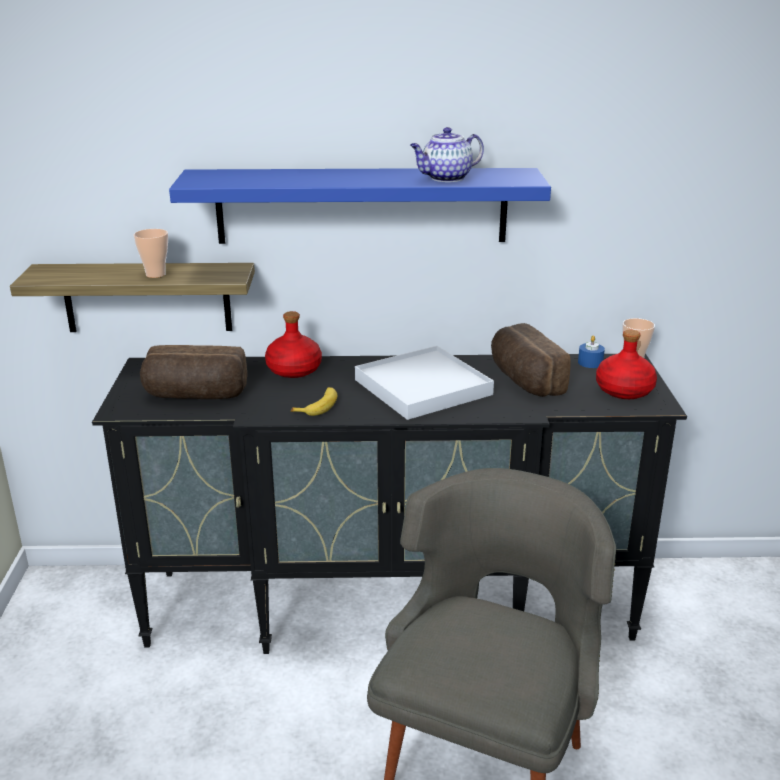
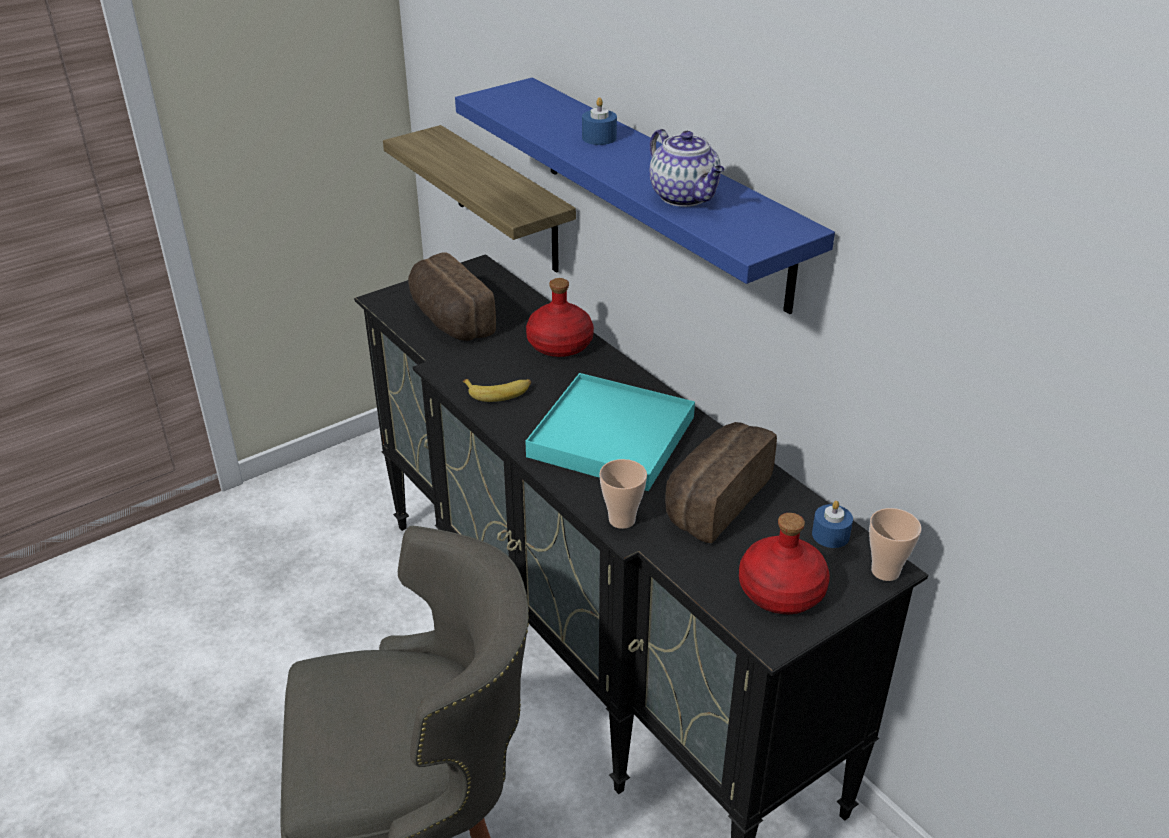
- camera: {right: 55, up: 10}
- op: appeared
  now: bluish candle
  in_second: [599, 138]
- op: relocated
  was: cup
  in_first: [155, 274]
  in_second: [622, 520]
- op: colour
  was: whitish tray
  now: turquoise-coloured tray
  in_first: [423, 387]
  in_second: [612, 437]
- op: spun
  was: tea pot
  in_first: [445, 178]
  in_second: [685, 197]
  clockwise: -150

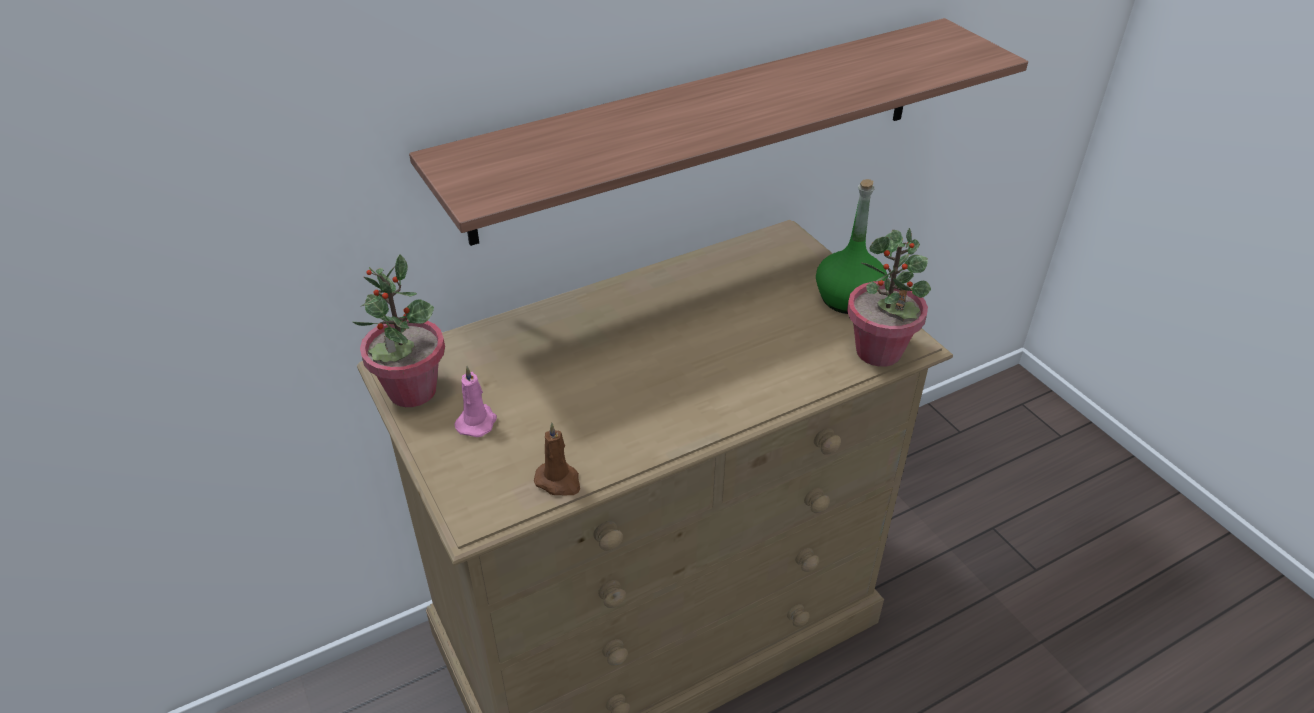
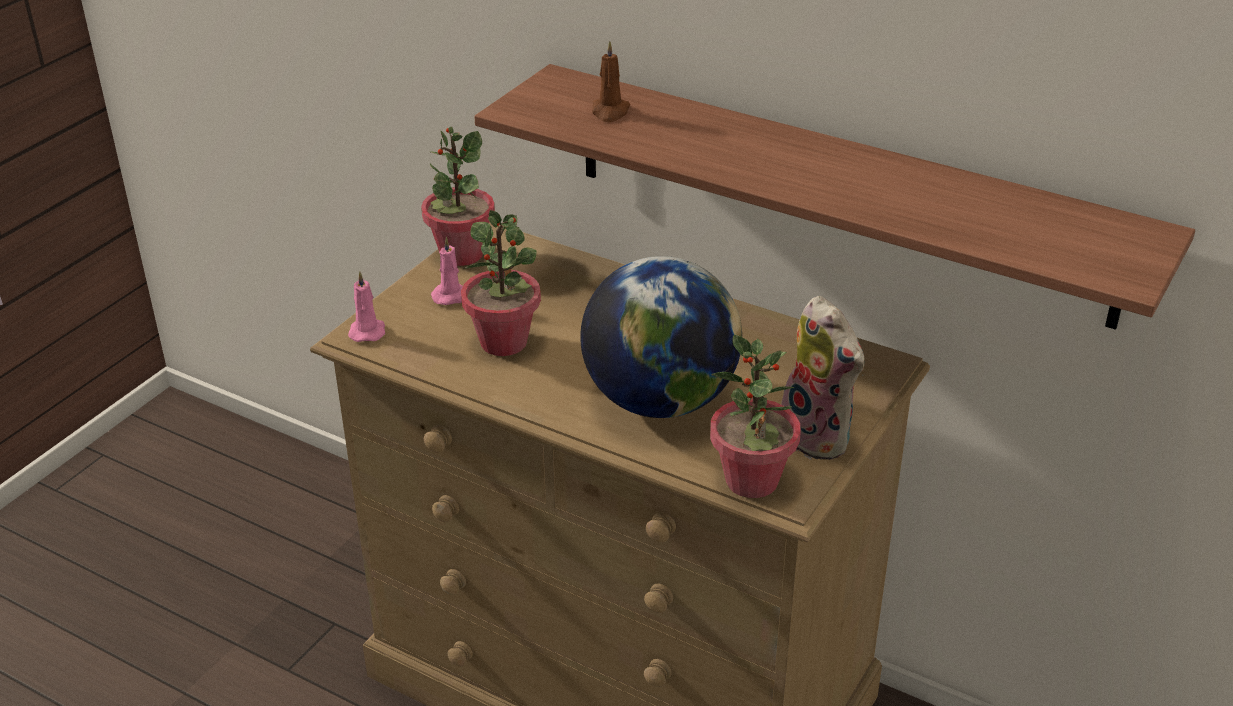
- camera: {right: 60, up: -5}
- op: appeared
  now: pinkish candle
  in_second: [367, 331]
- op: appeared
  now: plant in a pot
  in_second: [504, 342]
- op: appeared
  now: world globe
  in_second: [660, 400]
- op: relocated
  was: brownish candle
  in_first: [559, 481]
  in_second: [610, 112]
- op: exchanged
  was: green-coloured drink bottle
  now: cuddly toy
  in_first: [848, 299]
  in_second: [820, 436]

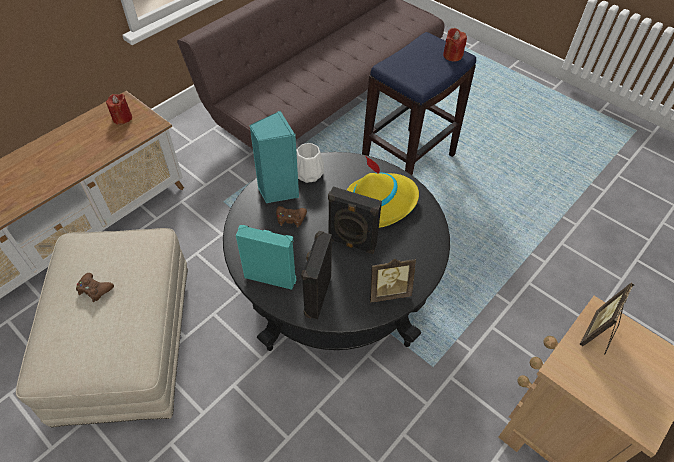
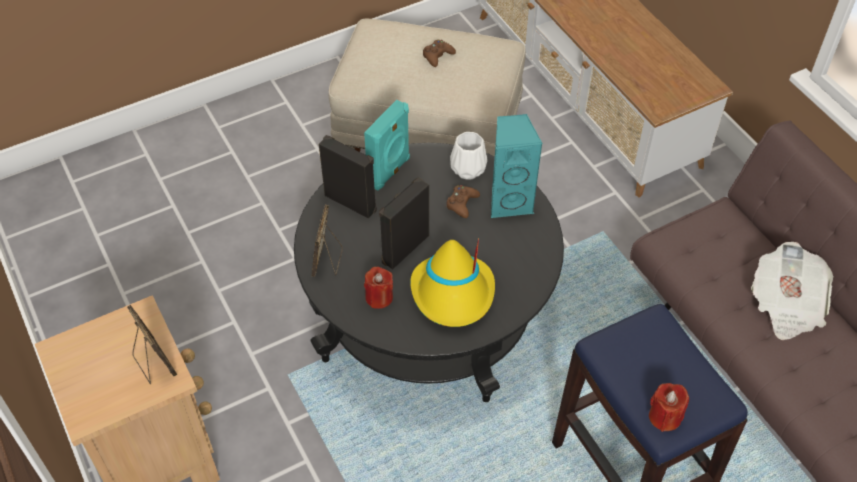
- camera: {right: 110, up: 0}
- op: appeared
  now: newspaper
  in_second: [786, 305]
- op: relocated
  was: red-coloured candle
  in_first: [122, 118]
  in_second: [379, 297]
- op: relocated
  was: whitish flower vase
  in_first: [309, 173]
  in_second: [469, 169]

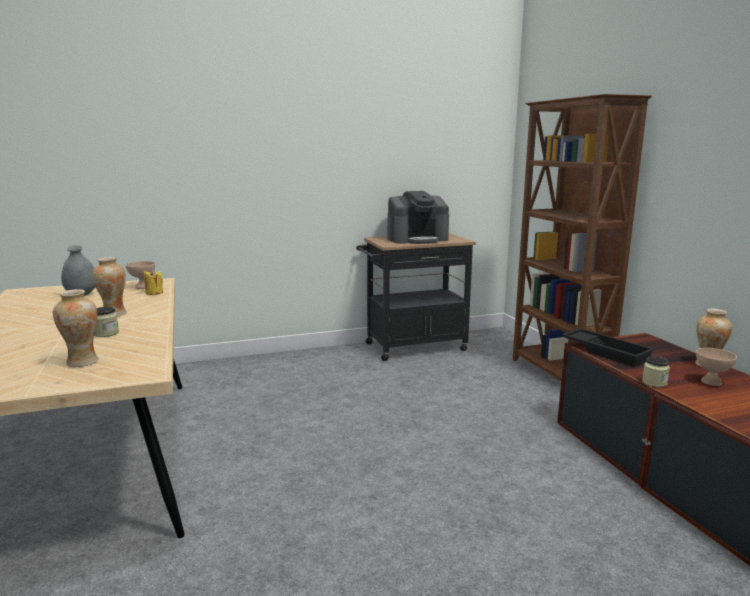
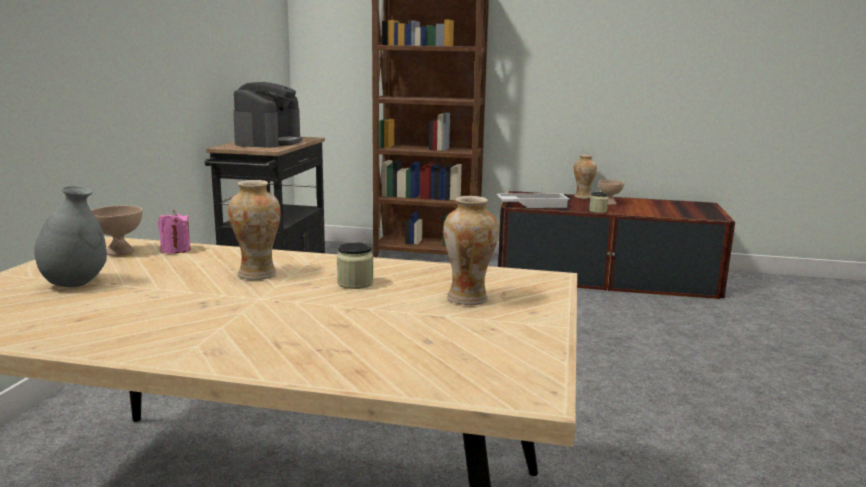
- camera: {right: -60, up: 0}
- op: colour
  was: yellow candle
  now: pinkish candle
  in_first: [154, 293]
  in_second: [175, 250]
- op: colour
  was: black tray
  now: whitish tray
  in_first: [606, 351]
  in_second: [532, 205]

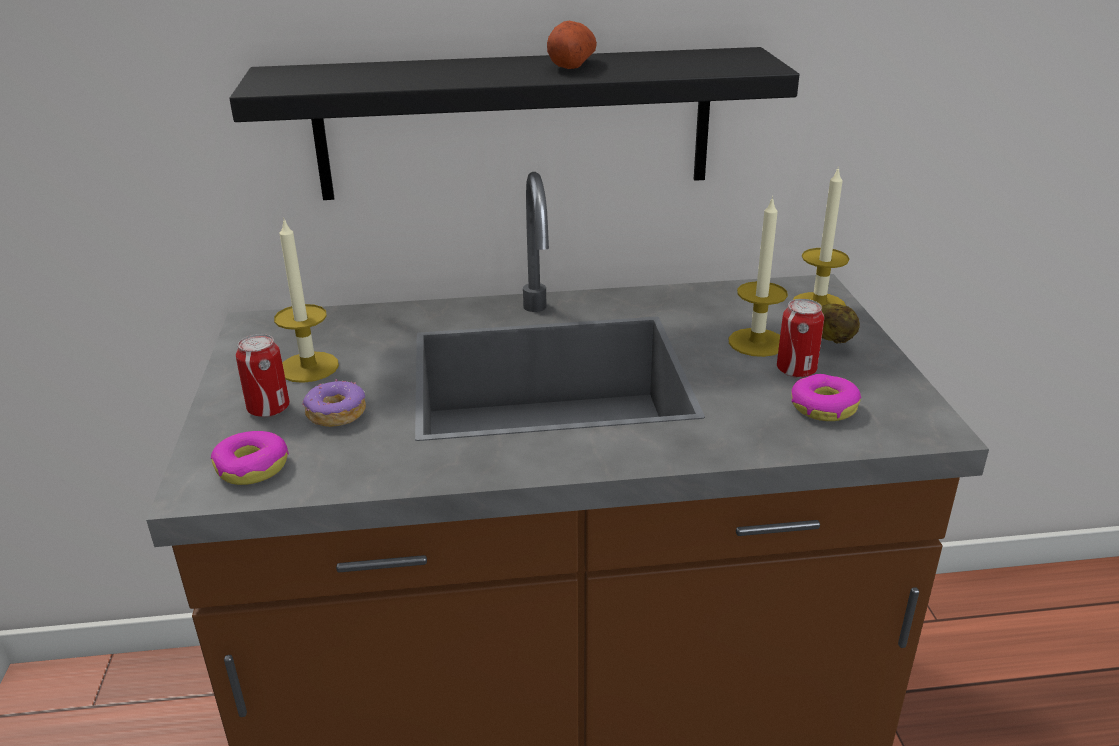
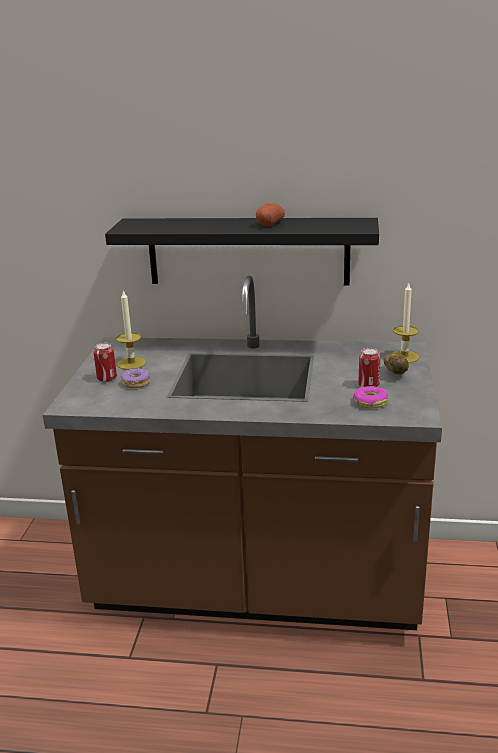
- camera: {right: 15, up: -5}
- op: missing
  was: ring doughnut
  in_first: [252, 467]
- op: missing
  was: candle
  in_first: [756, 342]

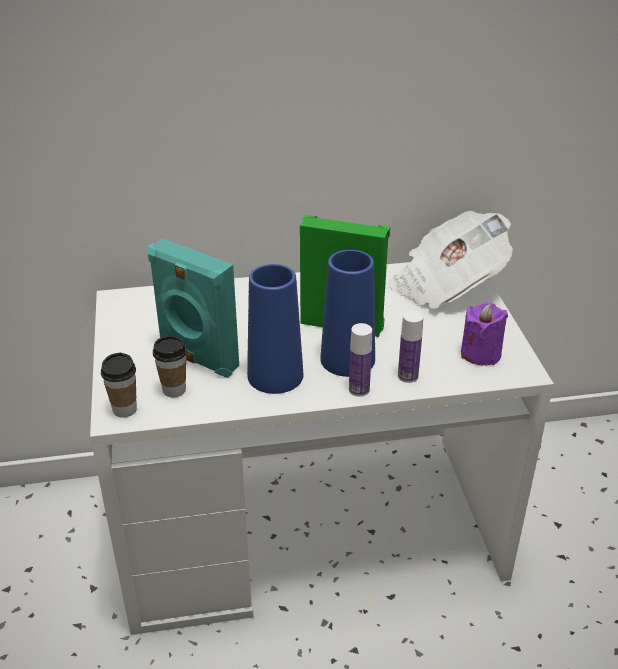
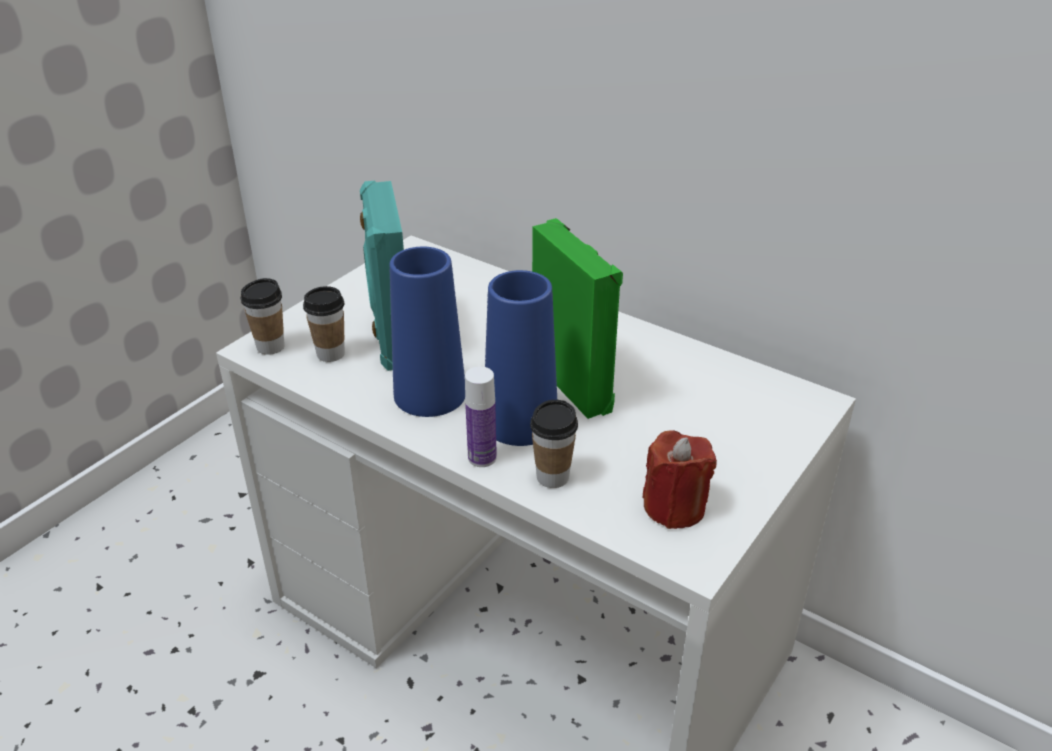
- camera: {right: 45, up: 0}
- op: missing
  was: newspaper
  in_first: [446, 285]
- op: exchanged
  was: drink bottle
  now: cup
  in_first: [407, 376]
  in_second: [552, 477]
- op: colour
  was: purple candle
  now: red-coloured candle
  in_first: [480, 354]
  in_second: [674, 507]

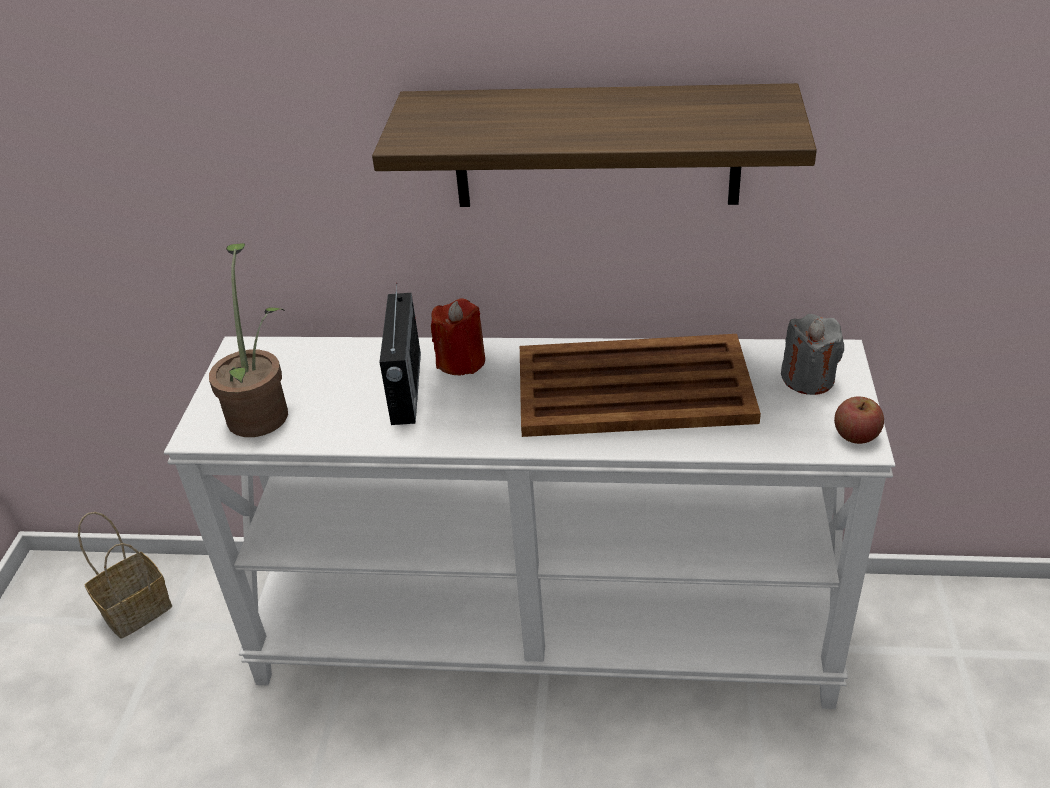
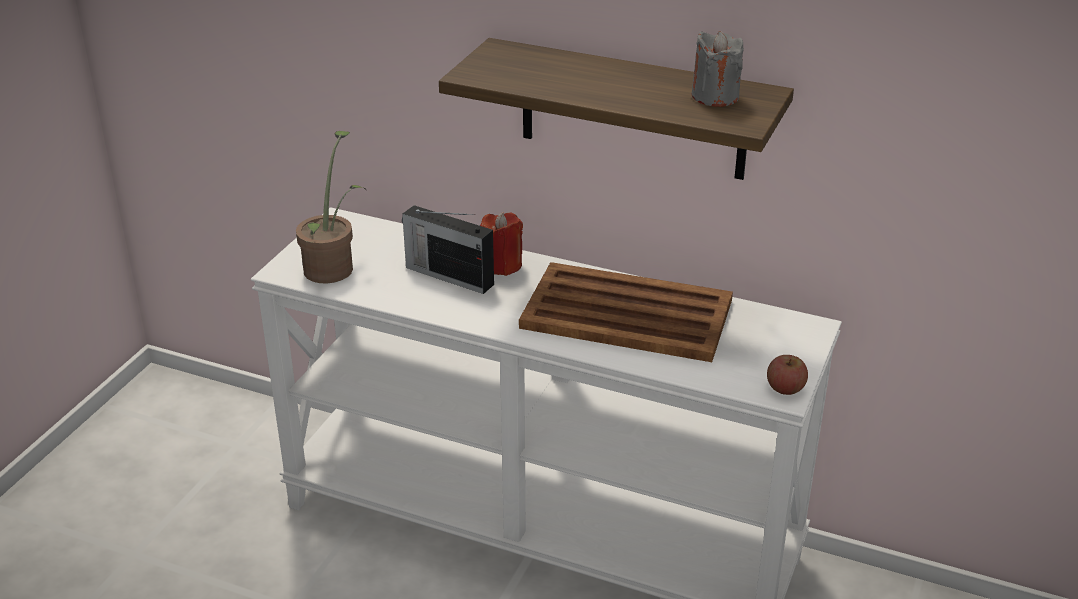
- camera: {right: 15, up: -5}
- op: missing
  was: storage basket
  in_first: [138, 608]
- op: relocated
  was: grey candle
  in_first: [808, 379]
  in_second: [715, 96]
- op: spun
  was: radio receiver
  in_first: [405, 389]
  in_second: [448, 275]
  clockwise: 105

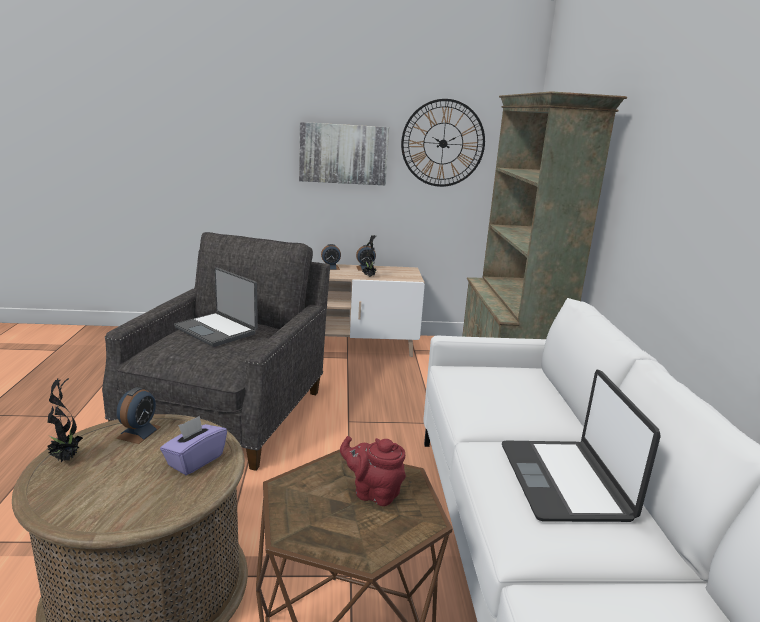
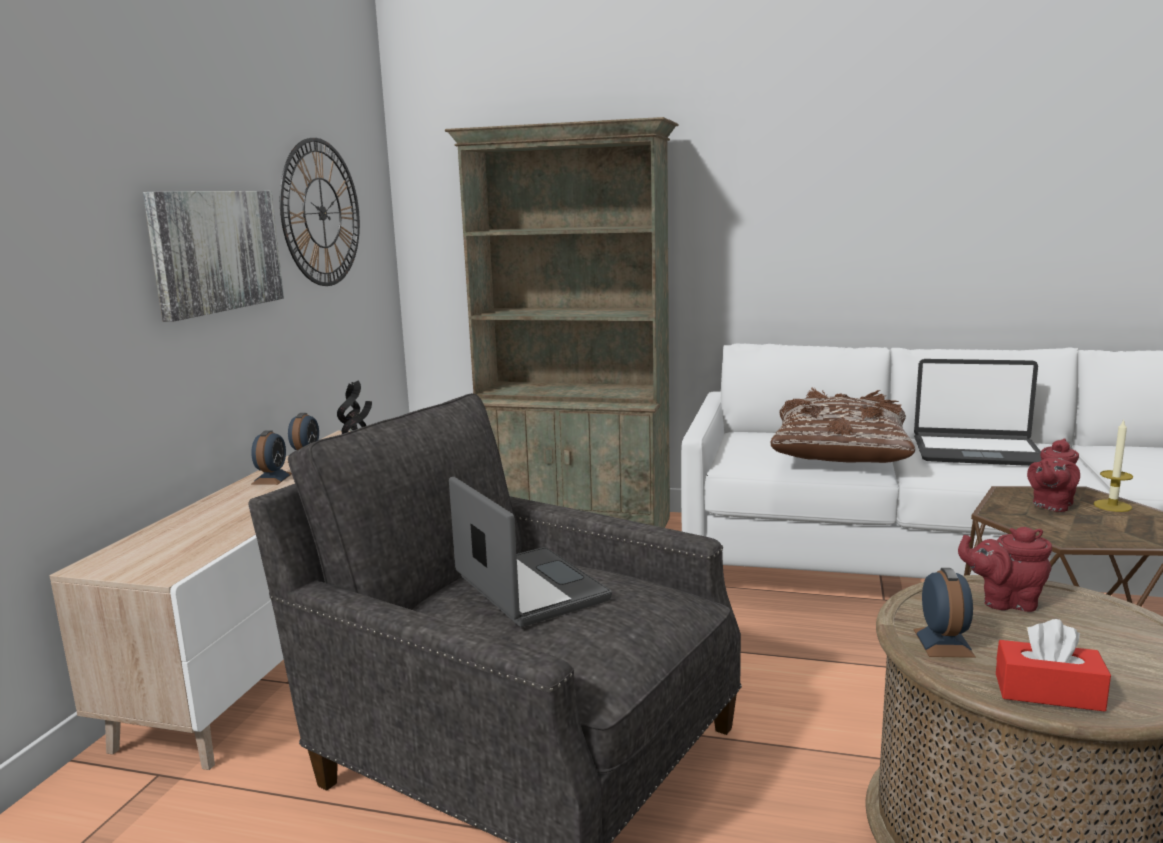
- camera: {right: -70, up: -5}
- op: appeared
  now: brownish cushion
  in_second: [839, 456]
- op: appeared
  now: candle
  in_second: [1112, 506]
- op: exchanged
  was: plant in a pot
  now: red-coloured tissue holder
  in_first: [66, 458]
  in_second: [1048, 692]
- op: exchanged
  was: purple tissue holder
  now: red-coloured tea pot
  in_first: [195, 460]
  in_second: [1004, 602]
- op: spun
  was: table clock
  in_first: [138, 432]
  in_second: [943, 643]
  clockwise: 60
- op: spun
  was: notebook computer
  in_first: [217, 330]
  in_second: [528, 589]
  clockwise: -90

